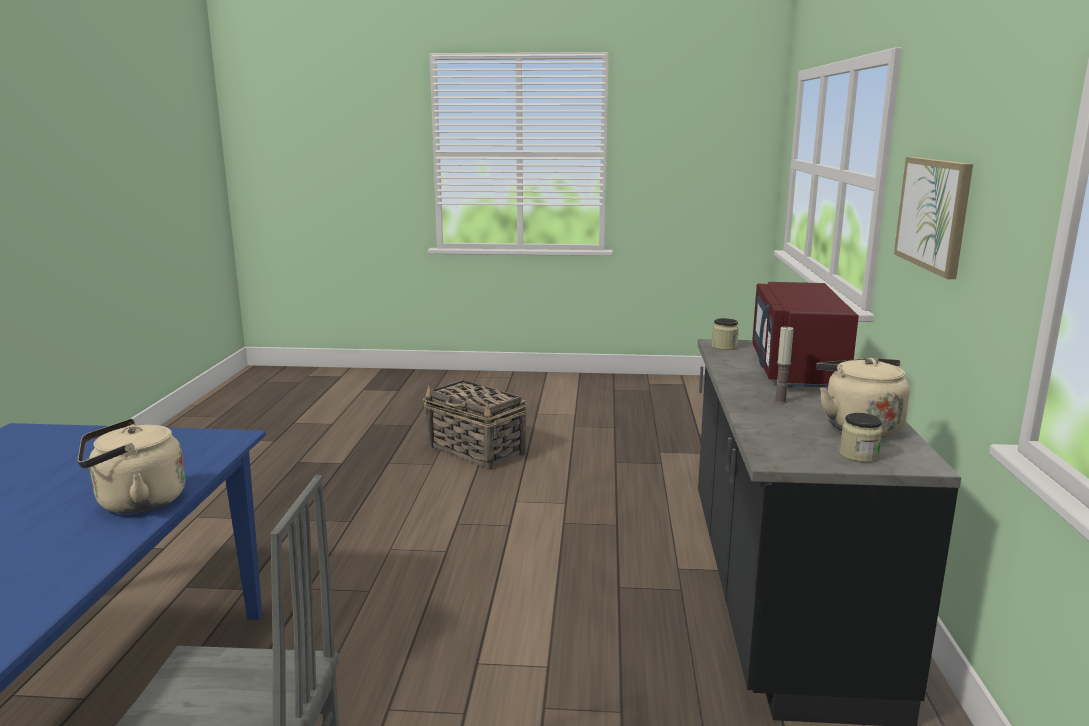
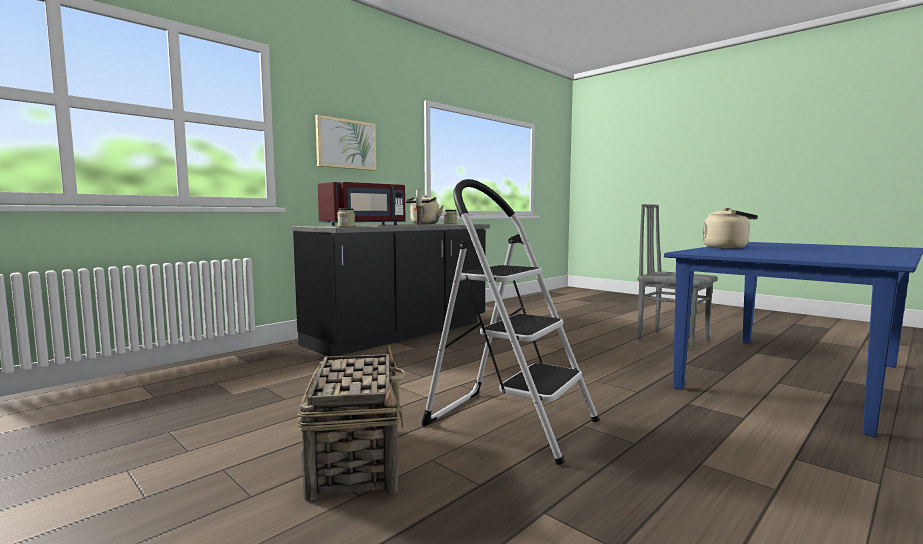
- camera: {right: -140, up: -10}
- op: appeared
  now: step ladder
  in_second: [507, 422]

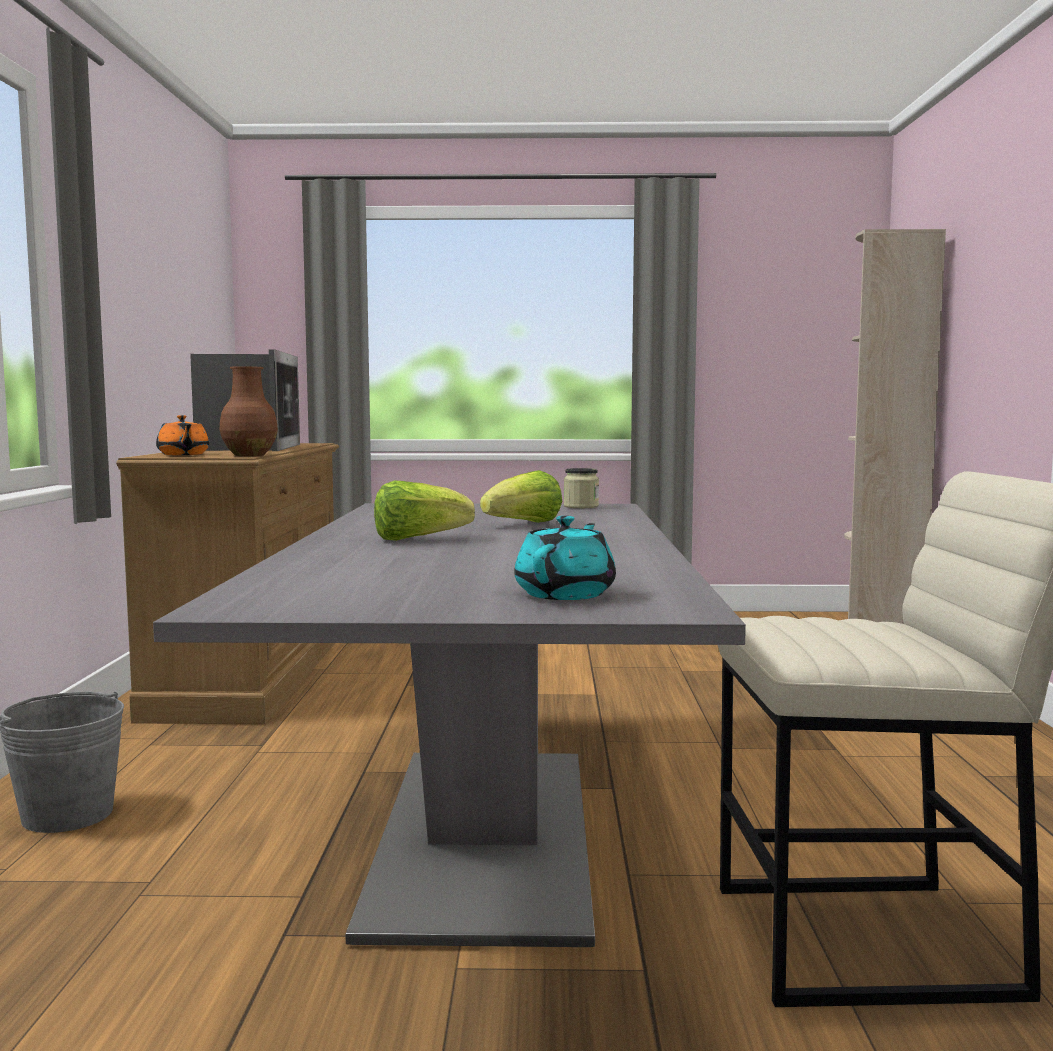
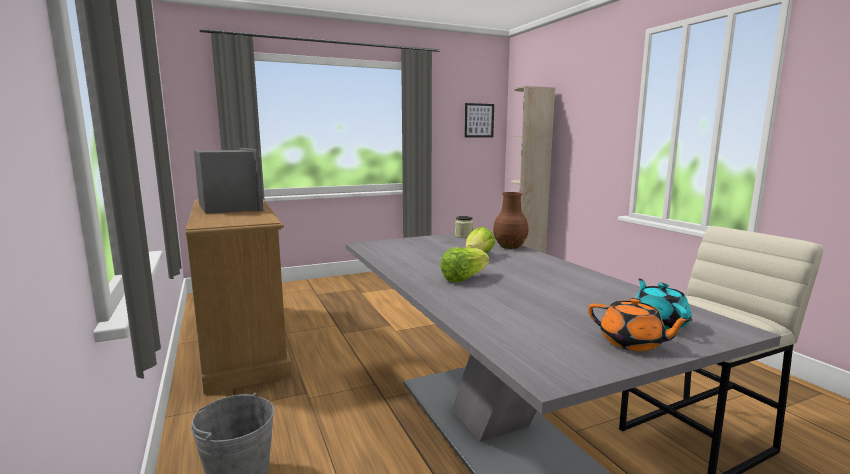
- camera: {right: -25, up: 5}
- op: appeared
  now: wall picture
  in_second: [479, 120]
- op: relocated
  was: orange tea pot
  in_first: [183, 454]
  in_second: [632, 343]
- op: relocated
  was: brownish flower vase
  in_first: [249, 455]
  in_second: [509, 246]

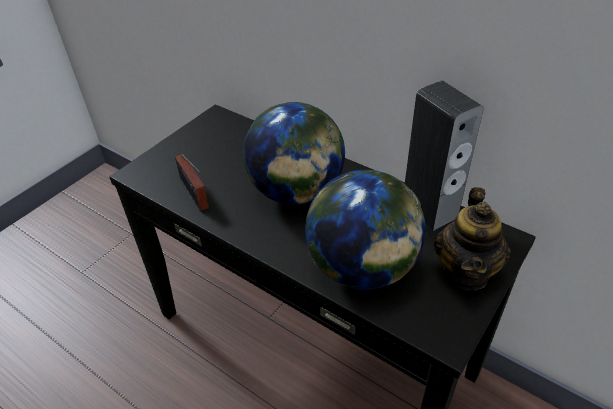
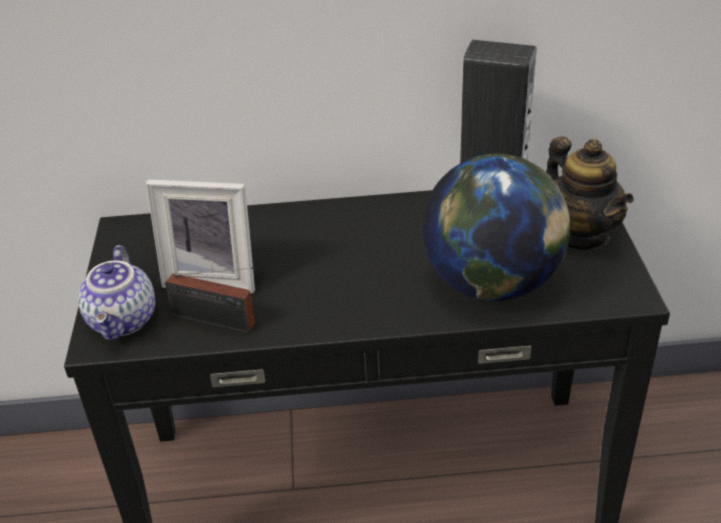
- camera: {right: -40, up: -5}
- op: missing
  was: world globe
  in_first: [296, 192]
- op: appeared
  now: tea pot
  in_second: [124, 321]
- op: appeared
  now: standing frame
  in_second: [213, 277]

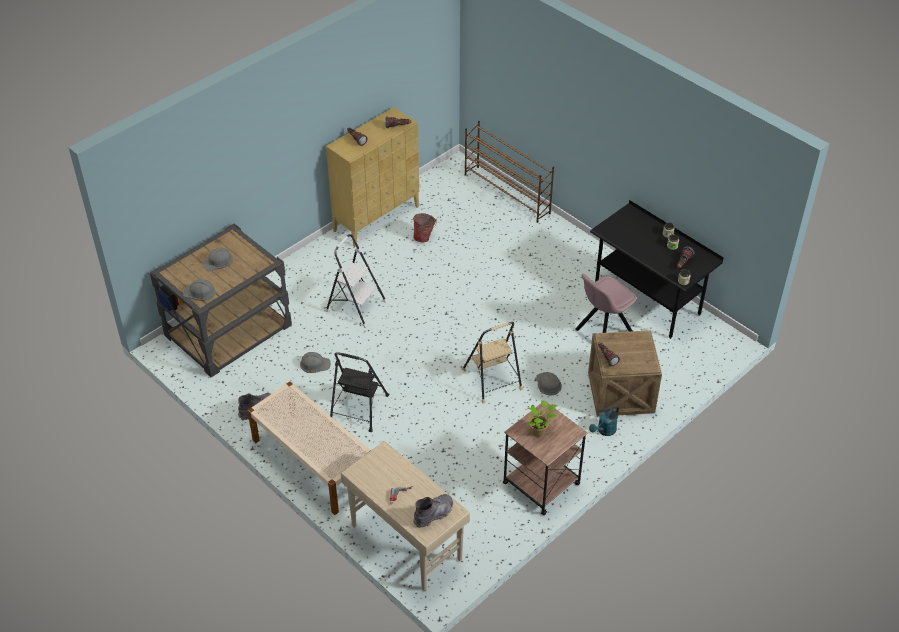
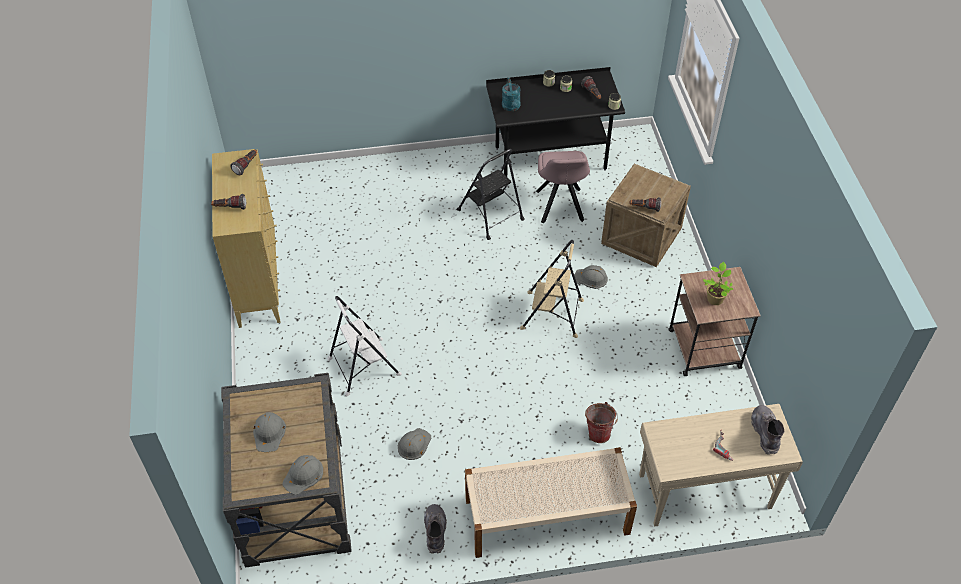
- camera: {right: -55, up: 5}
- op: missing
  was: brownish shoe shelf
  in_first: [507, 194]
- op: relocated
  was: black step ladder
  in_first: [358, 409]
  in_second: [491, 215]
- op: relocated
  was: pail
  in_first: [424, 237]
  in_second: [599, 431]
- op: relocated
  was: turquoise-coloured watering pot
  in_first: [604, 431]
  in_second: [512, 107]

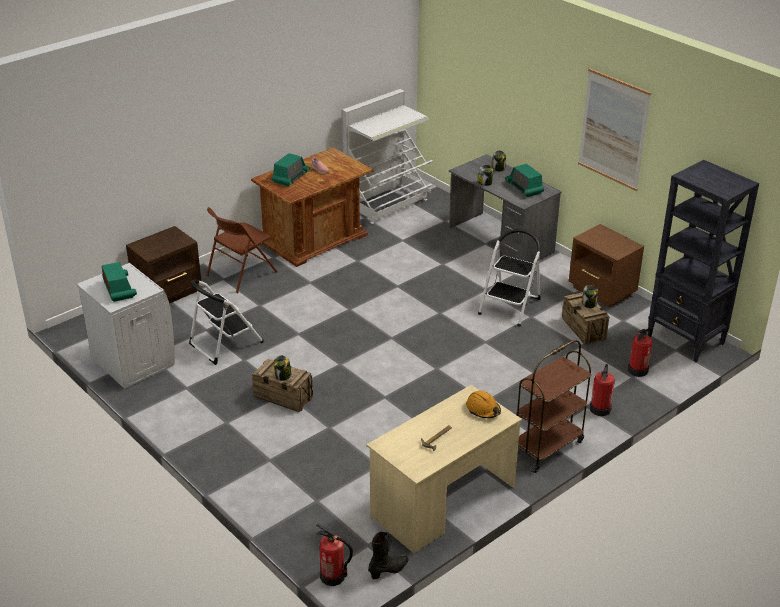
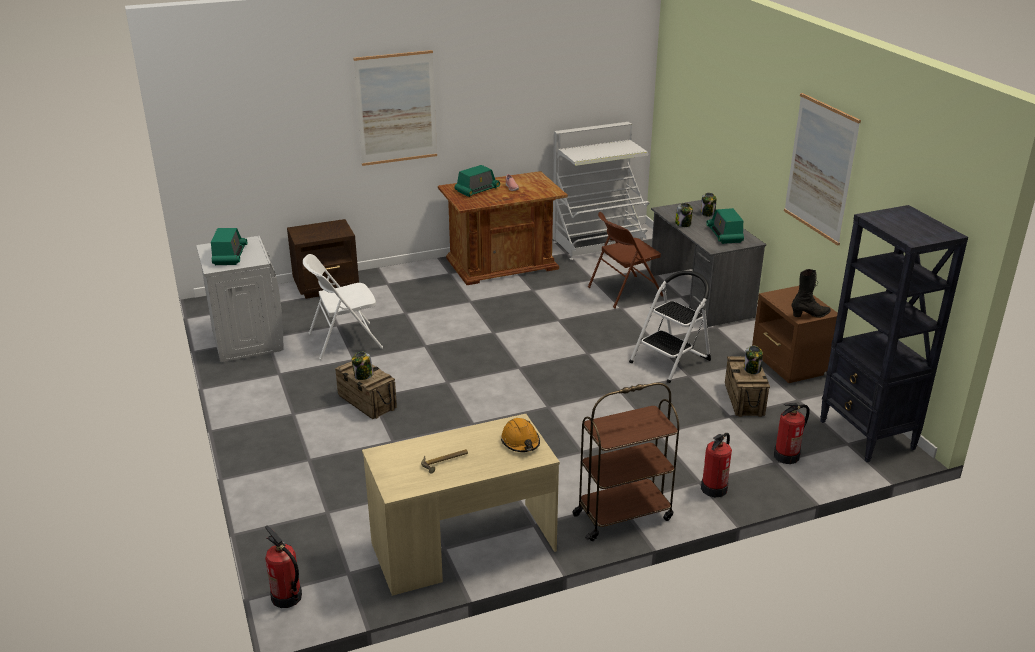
- camera: {right: 20, up: -5}
- op: appeared
  now: wall picture
  in_second: [396, 108]
- op: relocated
  was: brownish plain chair
  in_first: [241, 273]
  in_second: [625, 291]
- op: relocated
  was: black boot
  in_first: [389, 570]
  in_second: [810, 315]
- op: exchanged
  was: step ladder
  now: whitish plain chair
  in_first: [224, 344]
  in_second: [345, 341]

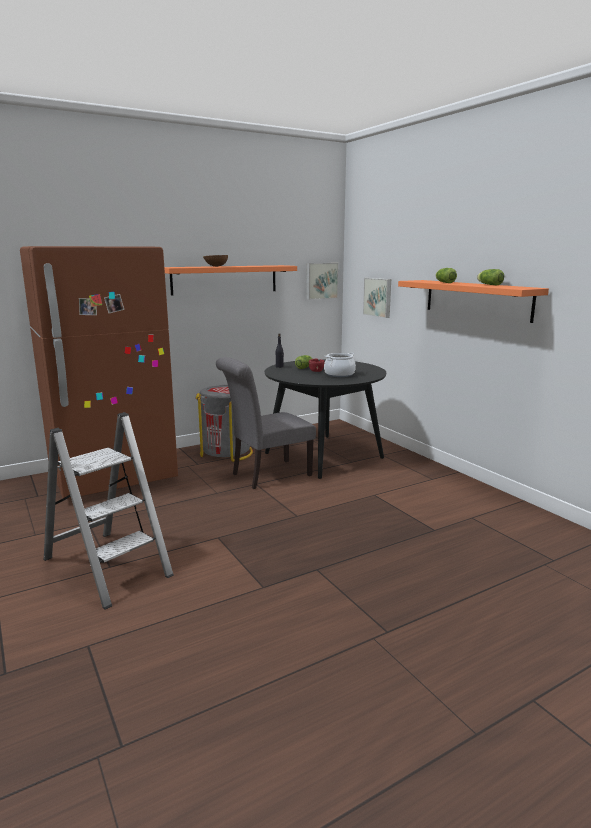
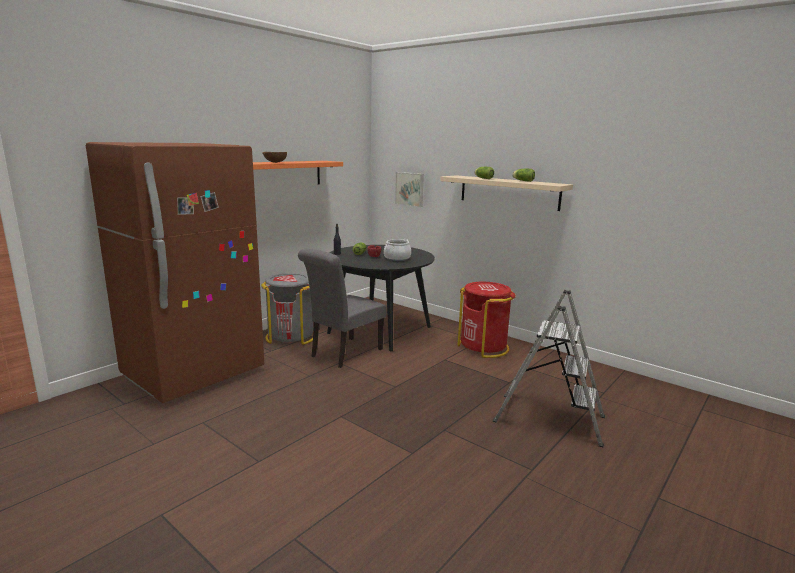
- camera: {right: -20, up: 0}
- op: missing
  was: wall picture
  in_first: [321, 280]
- op: appeared
  now: red-coloured trash can
  in_second: [483, 347]
- op: relocated
  was: grey step ladder
  in_first: [106, 566]
  in_second: [548, 418]
- op: colour
  was: orange shelf
  now: beige shelf
  in_first: [476, 299]
  in_second: [508, 192]

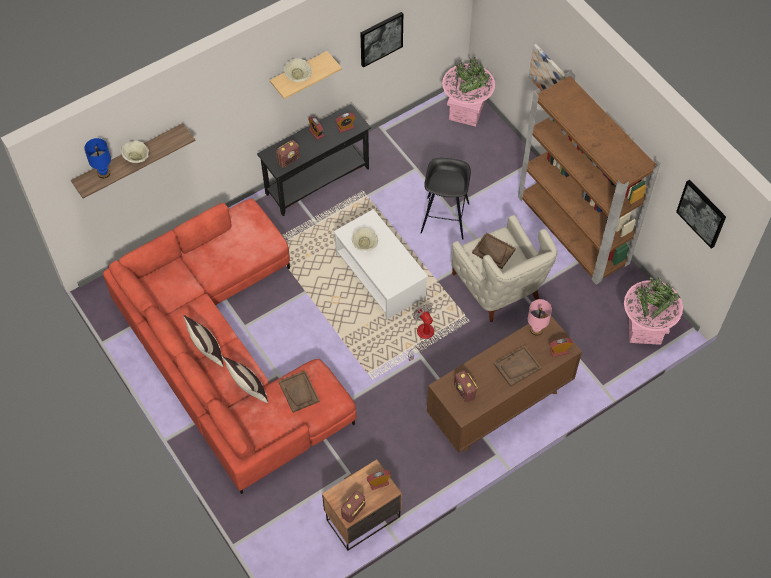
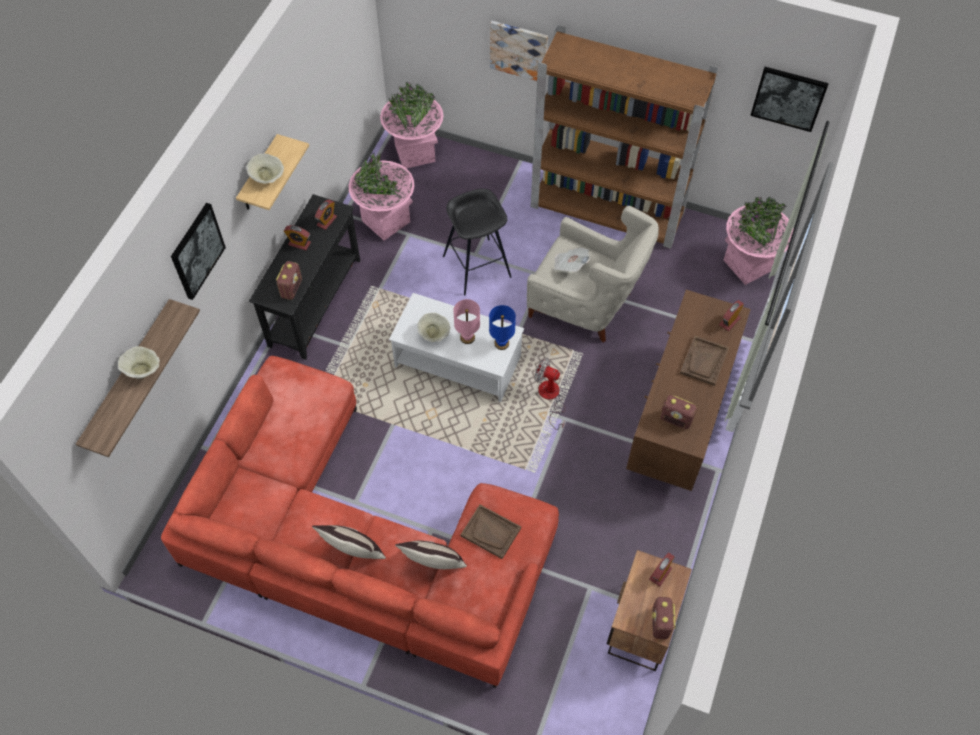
- camera: {right: -35, up: 0}
- op: appeared
  now: pinkish flower pot
  in_second: [386, 221]
- op: relocated
  was: bluish table lamp
  in_first: [104, 173]
  in_second: [502, 343]
- op: relocated
  was: wall picture
  in_first: [381, 38]
  in_second: [197, 251]
- op: relocated
  was: pinkish table lamp
  in_first: [536, 330]
  in_second: [467, 338]
- op: exchanged
  was: brownish tray
  now: newspaper
  in_first: [493, 251]
  in_second: [569, 265]

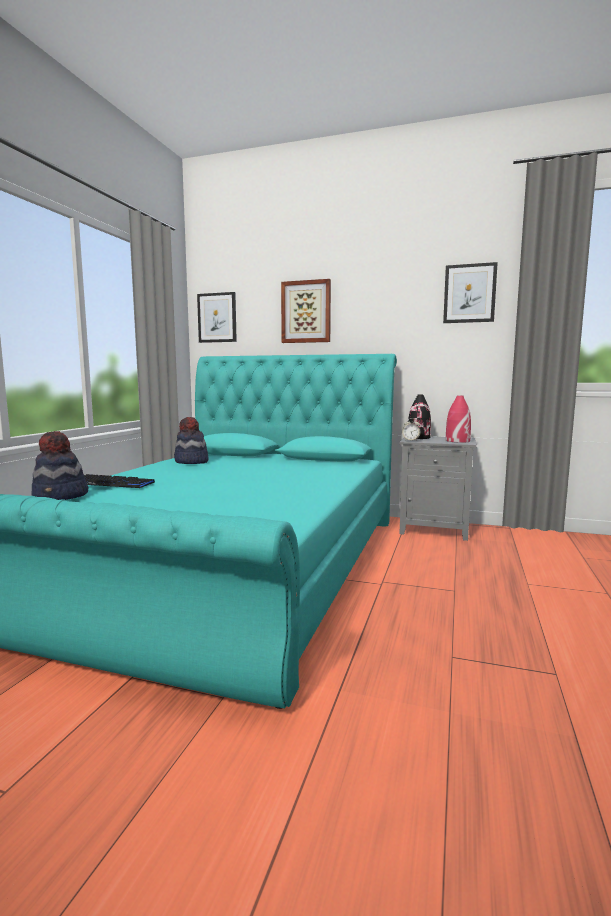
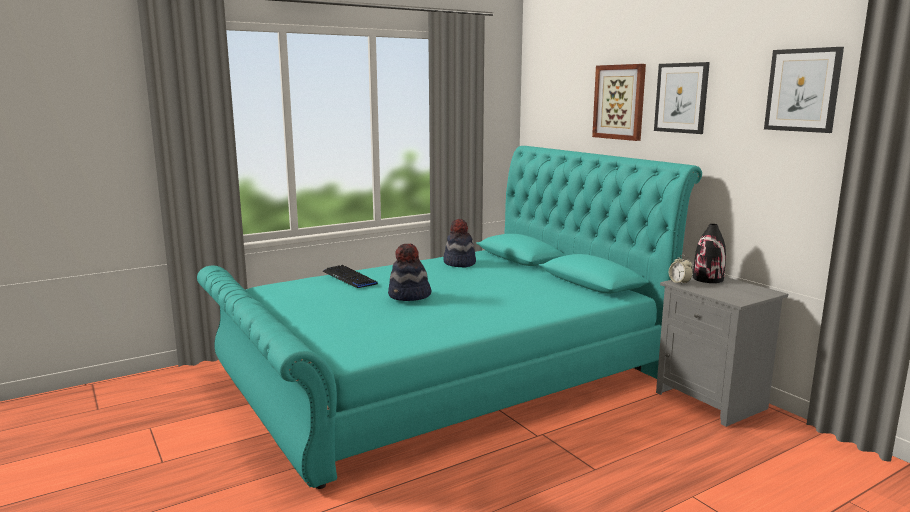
- camera: {right: 40, up: 5}
- op: missing
  was: red-coloured flower vase
  in_first: [457, 441]
- op: relocated
  was: hat
  in_first: [61, 496]
  in_second: [409, 296]
- op: relocated
  was: wall picture
  in_first: [217, 317]
  in_second: [681, 98]

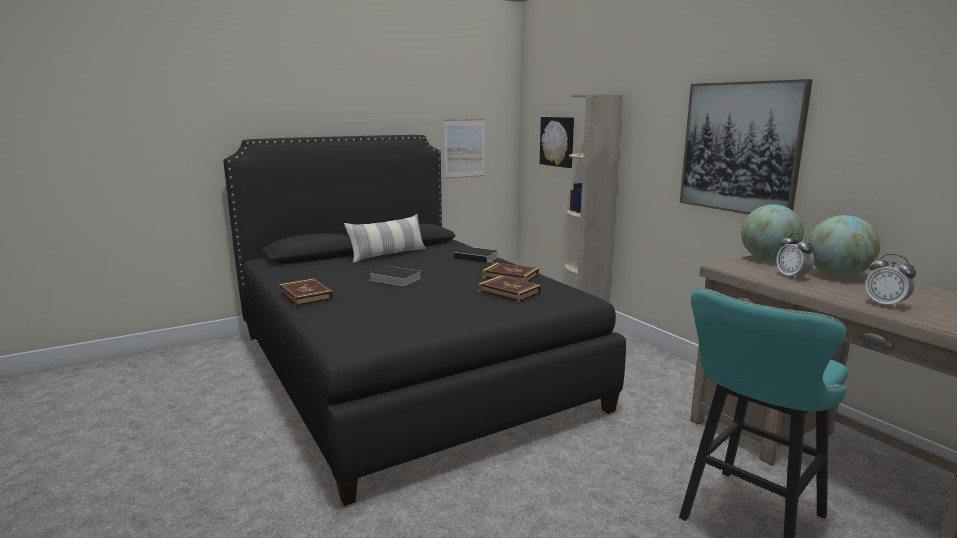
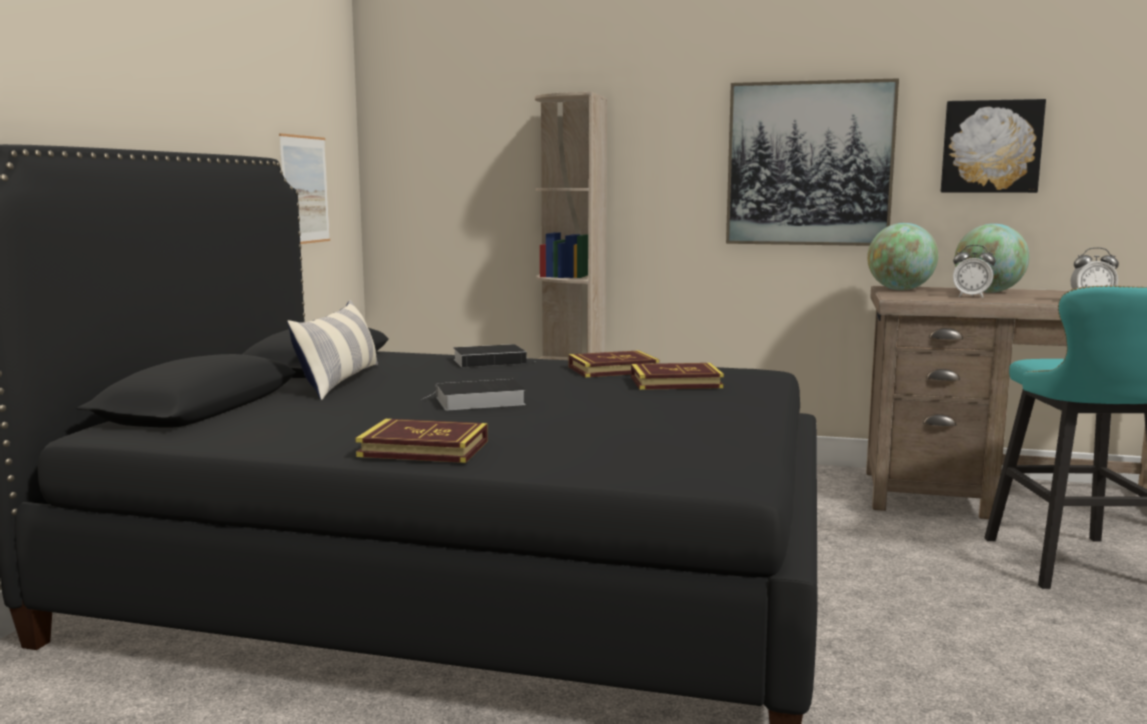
- camera: {right: -45, up: -5}
- op: relocated
  was: wall picture
  in_first: [558, 141]
  in_second: [991, 147]

